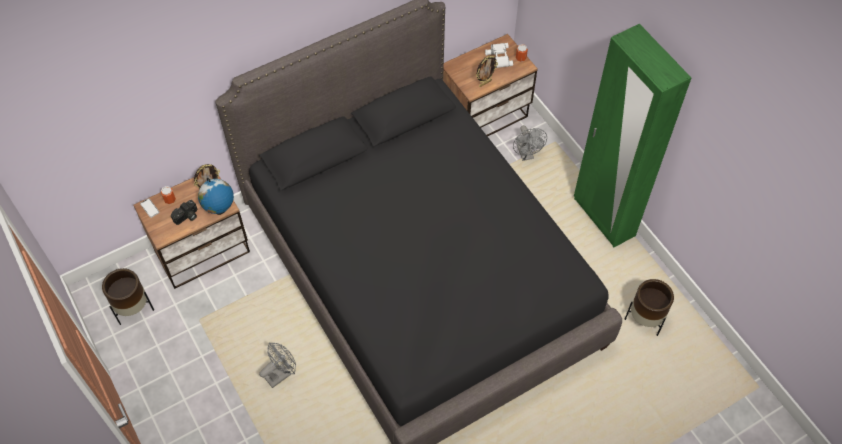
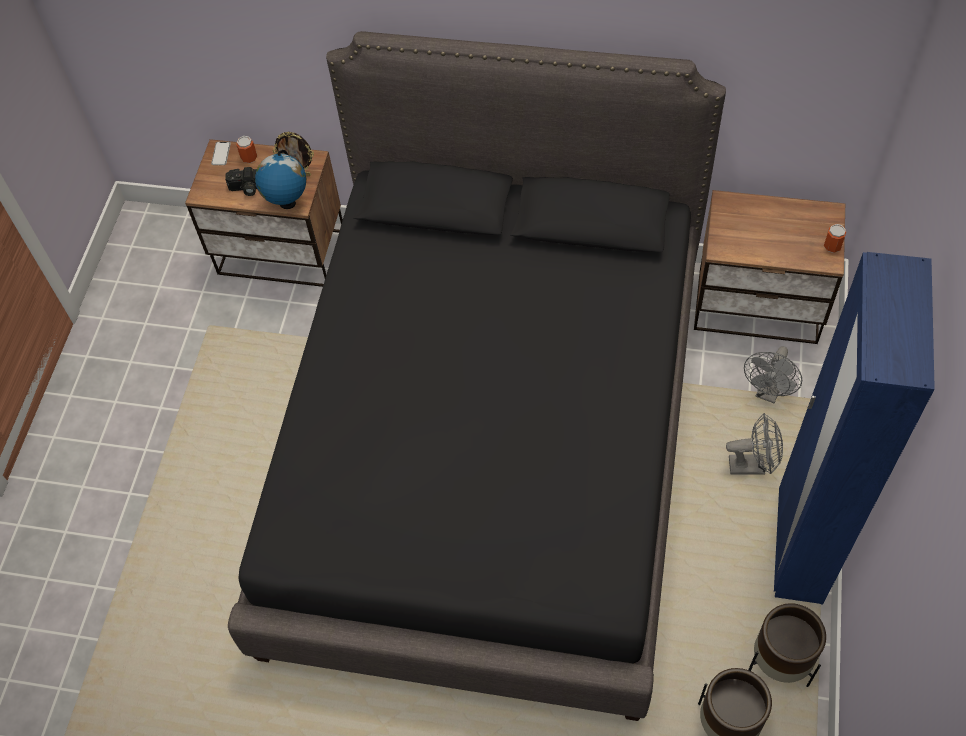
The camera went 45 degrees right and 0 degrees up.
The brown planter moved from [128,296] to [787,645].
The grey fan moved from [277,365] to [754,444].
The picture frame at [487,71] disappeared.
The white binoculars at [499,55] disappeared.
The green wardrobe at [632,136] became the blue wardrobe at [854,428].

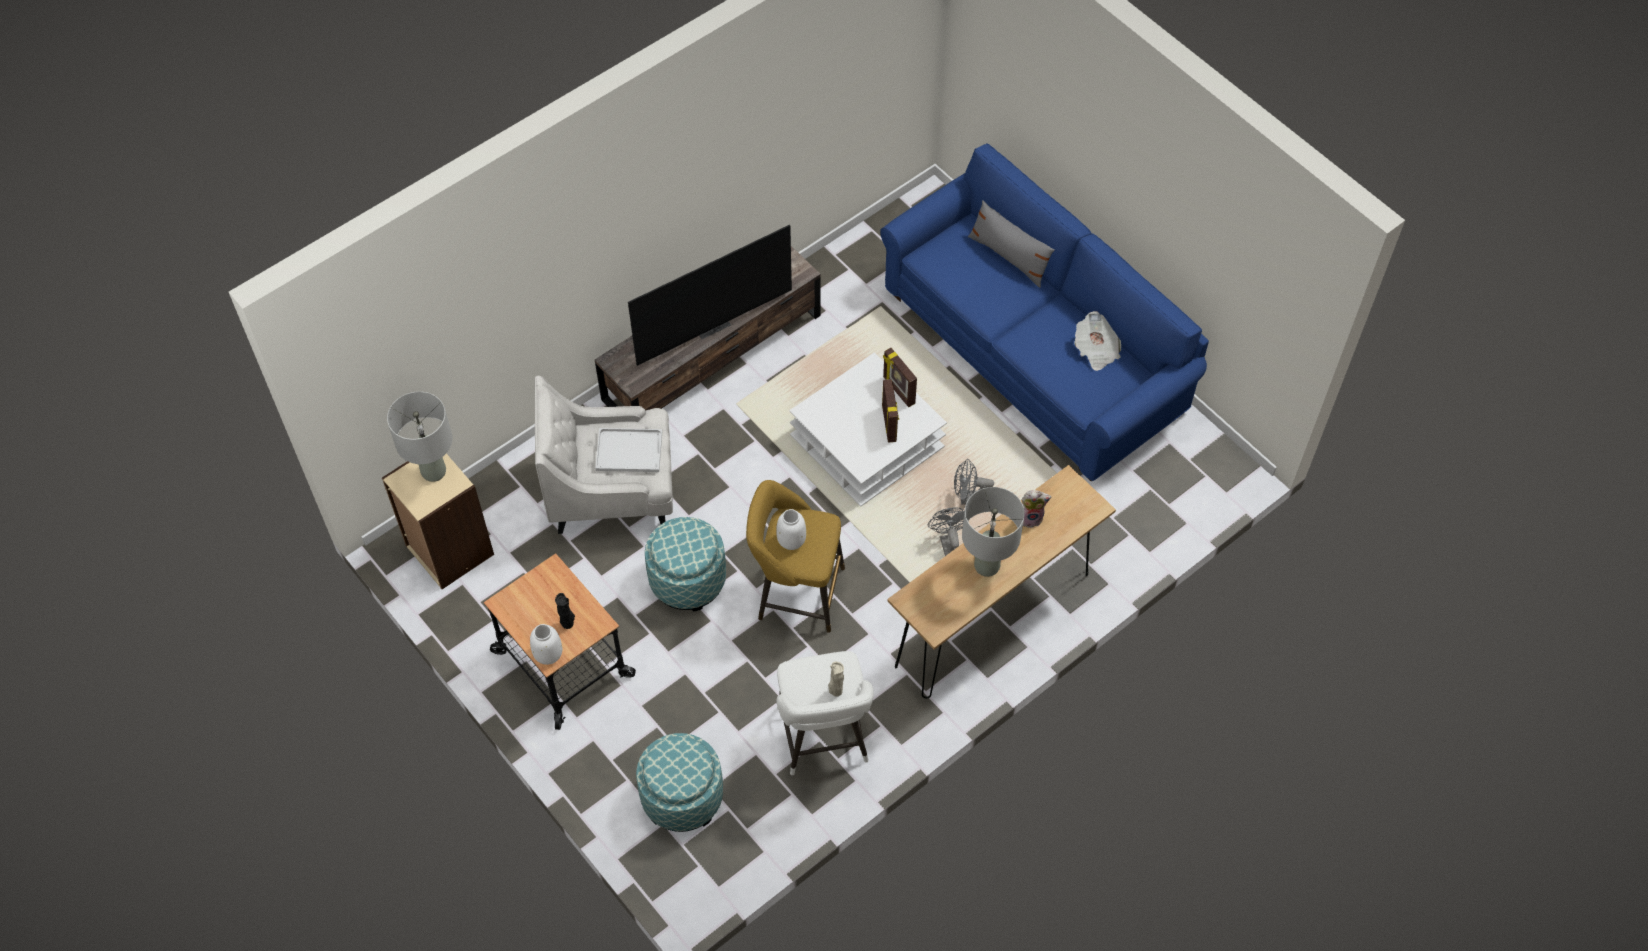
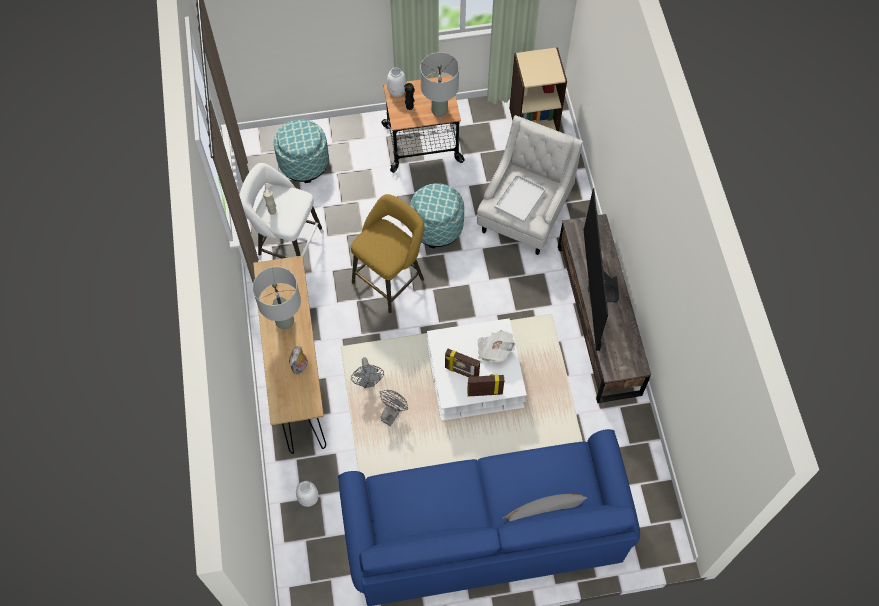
The camera went 120 degrees right and 5 degrees up.
The grey table lamp moved from [420,437] to [439,84].
The white vase moved from [791,529] to [307,494].
The grey fan at [946,531] turned 60 degrees clockwise.
The newspaper moved from [1097,341] to [496,346].

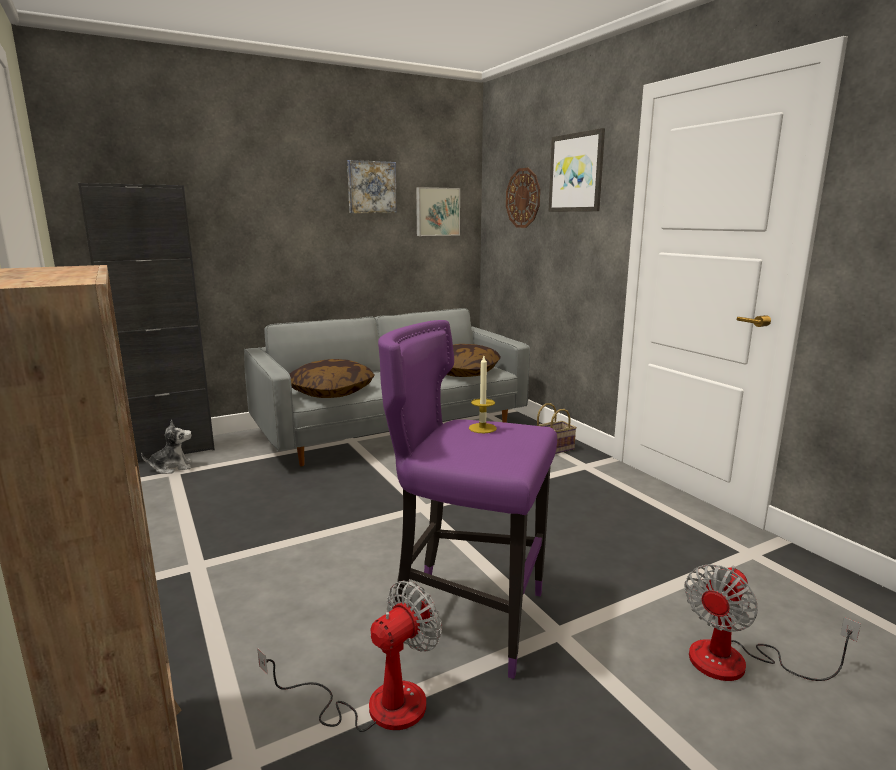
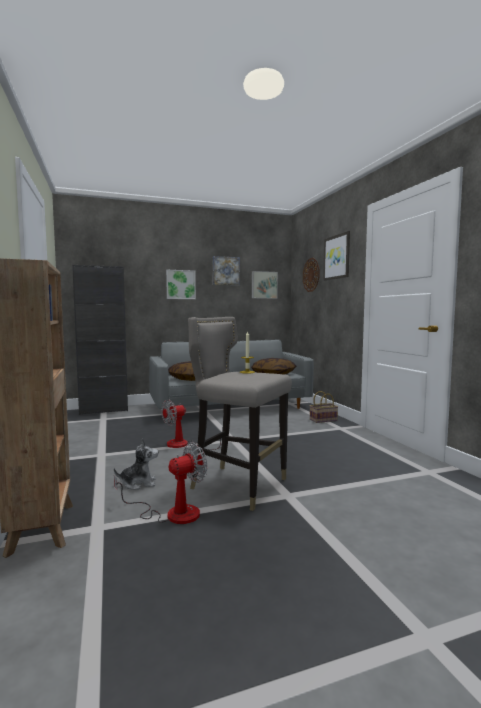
The camera went 10 degrees right and 10 degrees down.
The plush toy moved from [166,446] to [136,464].
The purple stool at [467,499] became the grey stool at [240,414].
The fan moved from [772,622] to [192,424].
The picture at [181,284] appeared.

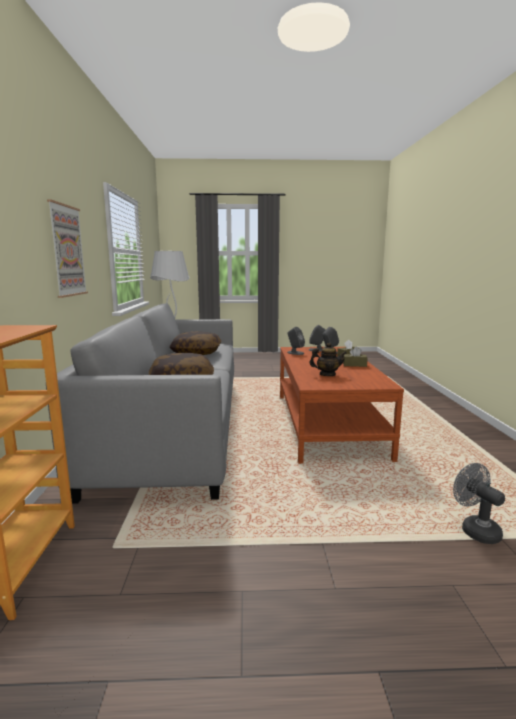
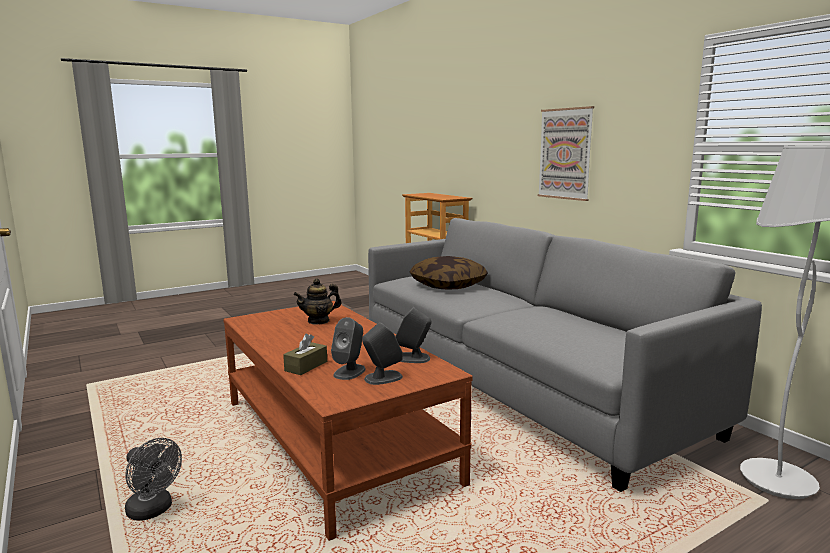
The camera went 150 degrees right and 0 degrees up.
The pillow at [195,343] disappeared.
The brown tissue box at [355,357] disappeared.
The grey fan moved from [479,503] to [153,479].

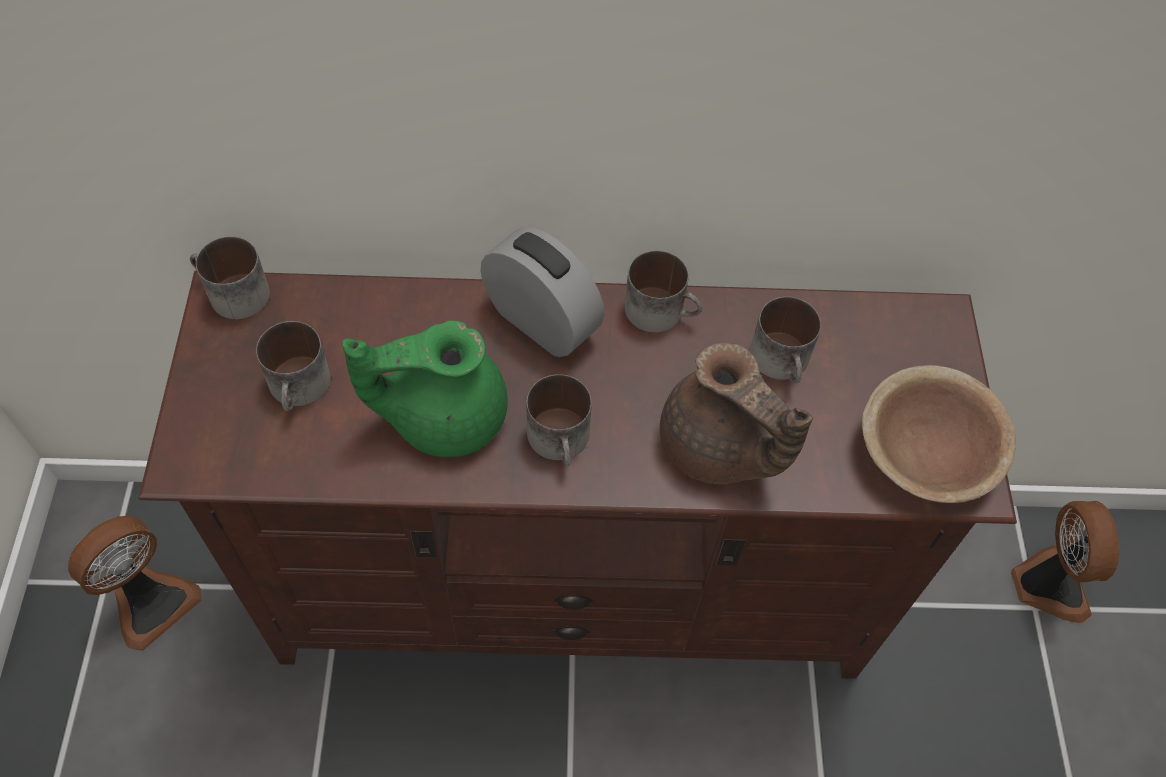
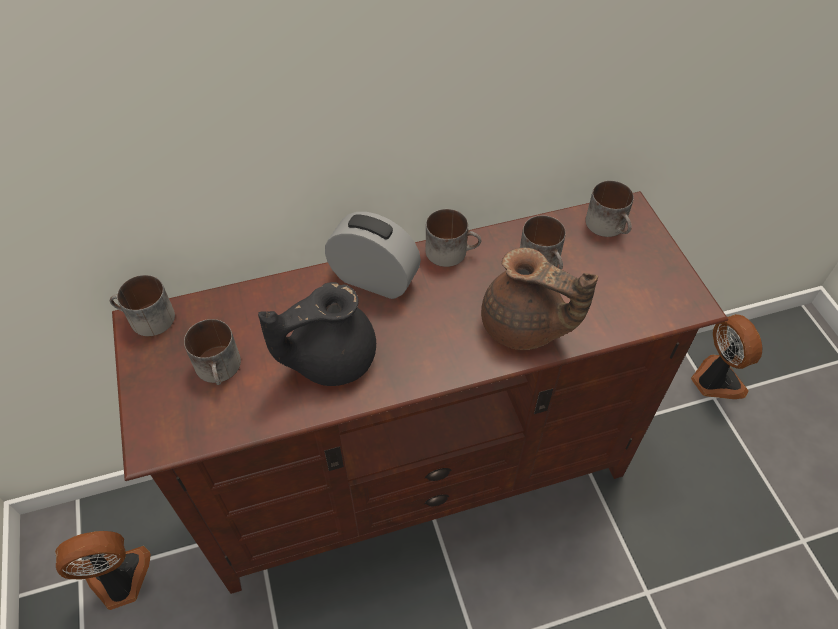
The camera went 15 degrees left and 5 degrees down.
The fan at [135,583] turned 135 degrees counterclockwise.
The green teapot at [425,389] became the black teapot at [317,334].
The mug moved from [559,420] to [609,209].
The brown bowl at [939,434] disappeared.

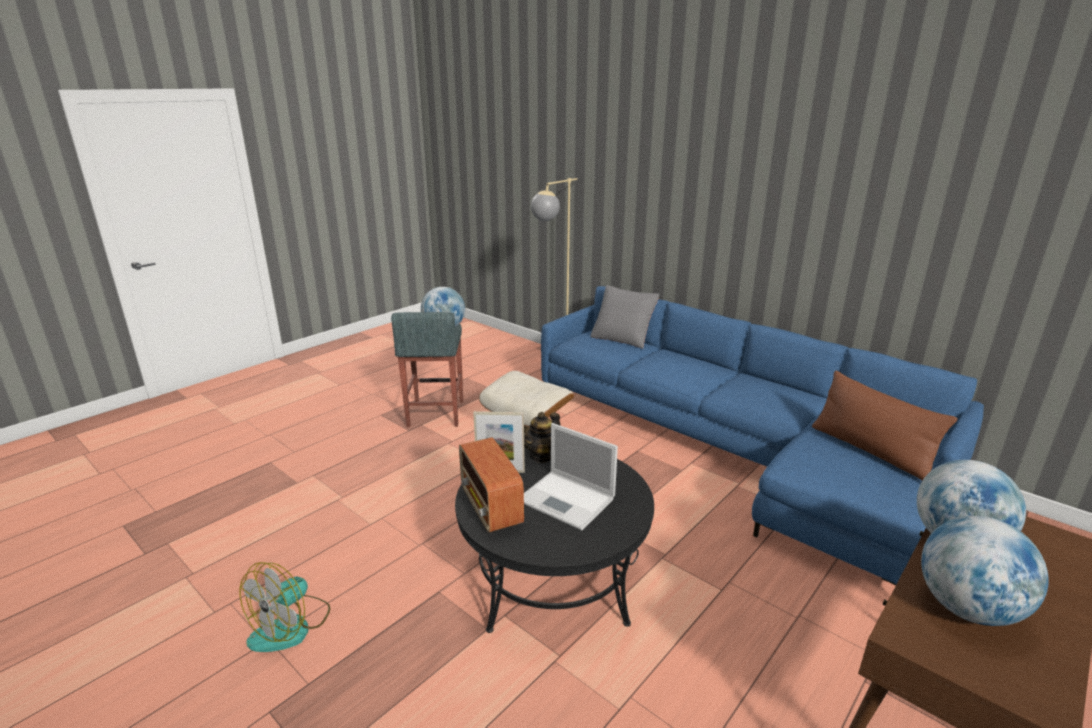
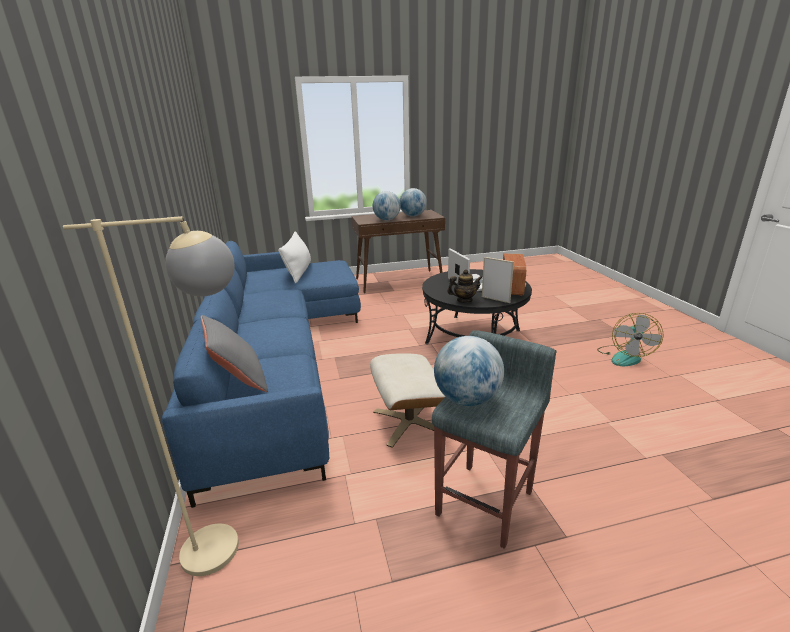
The camera went 145 degrees left and 0 degrees up.
The fan at [285,607] turned 135 degrees clockwise.
The brown pillow at [885,425] became the white pillow at [294,257].

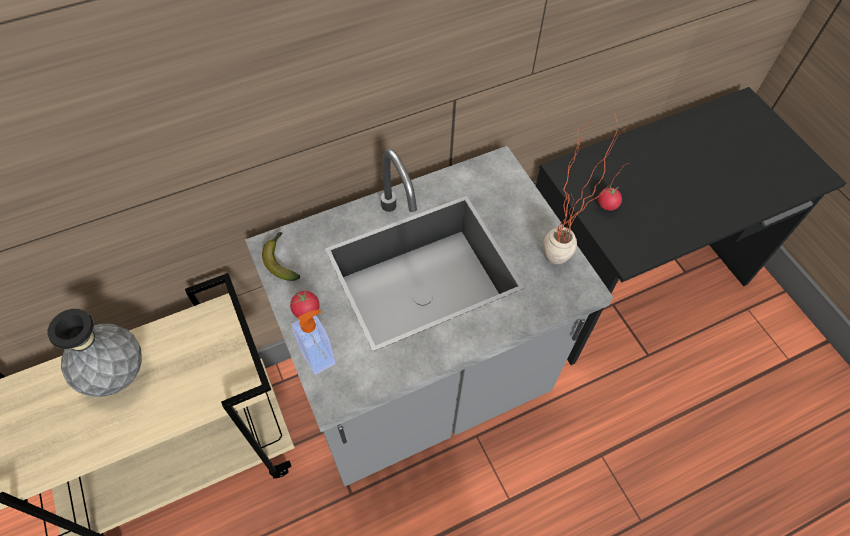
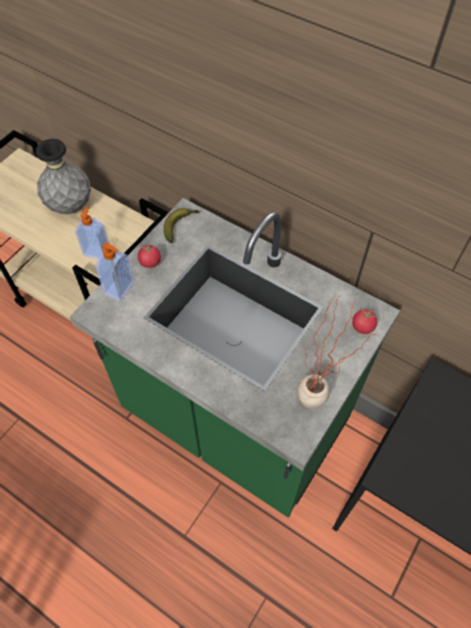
The camera went 60 degrees right and 0 degrees up.
The grey counter at [429,316] became the green counter at [235,357].
The tomato moved from [610,198] to [365,321].
The soap dispenser at [92,232] appeared.

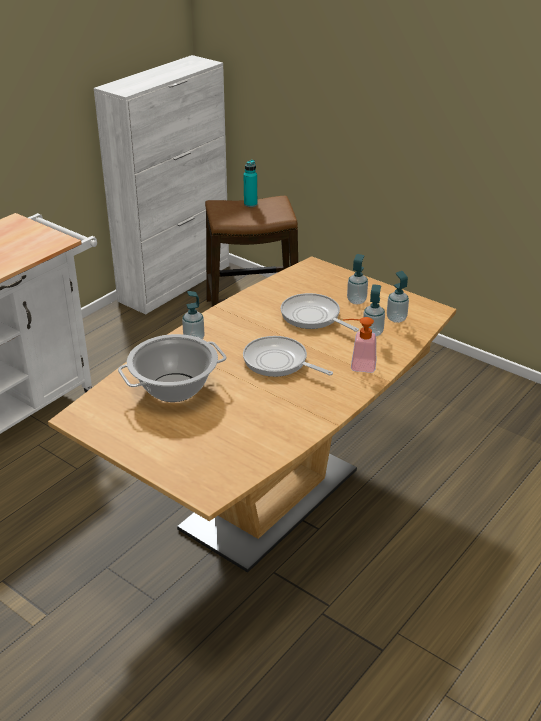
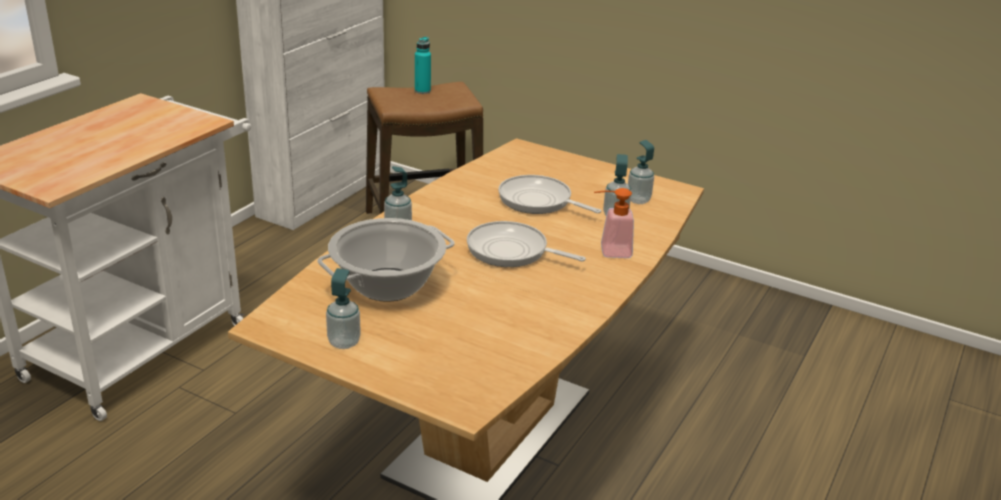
The camera went 10 degrees left and 5 degrees down.
The soap dispenser moved from [357,279] to [343,308].

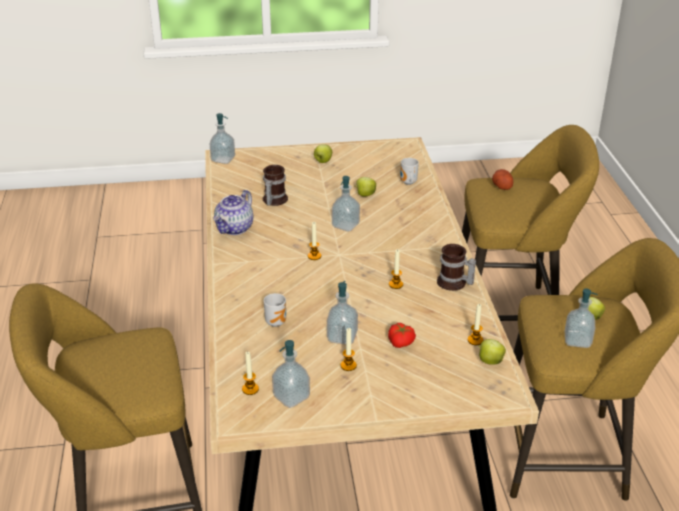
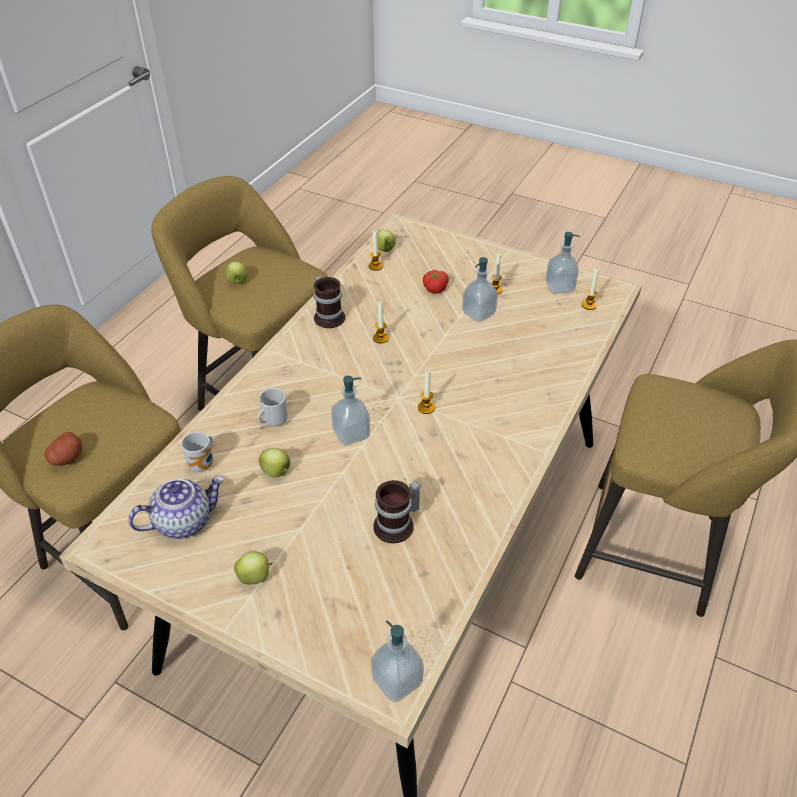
The camera went 145 degrees left and 10 degrees up.
The teapot moved from [233,212] to [176,507].
The mug moved from [275,310] to [273,407].
The soap dispenser at [581,318] disappeared.

